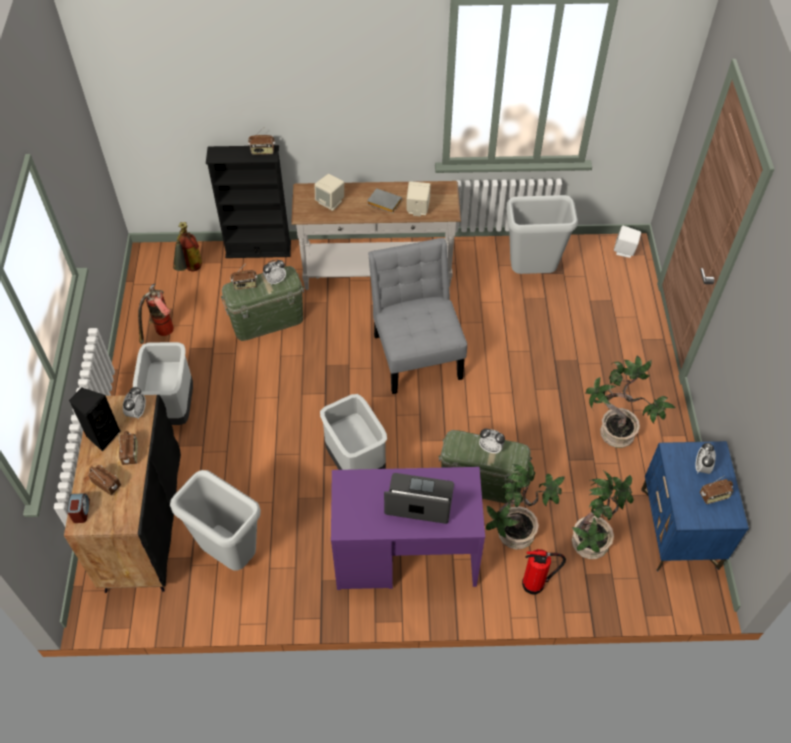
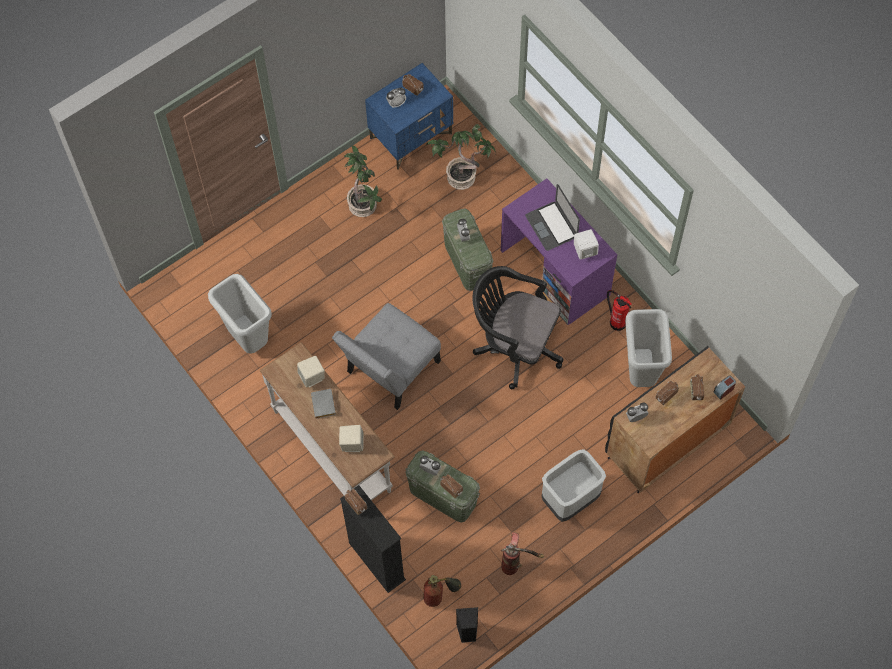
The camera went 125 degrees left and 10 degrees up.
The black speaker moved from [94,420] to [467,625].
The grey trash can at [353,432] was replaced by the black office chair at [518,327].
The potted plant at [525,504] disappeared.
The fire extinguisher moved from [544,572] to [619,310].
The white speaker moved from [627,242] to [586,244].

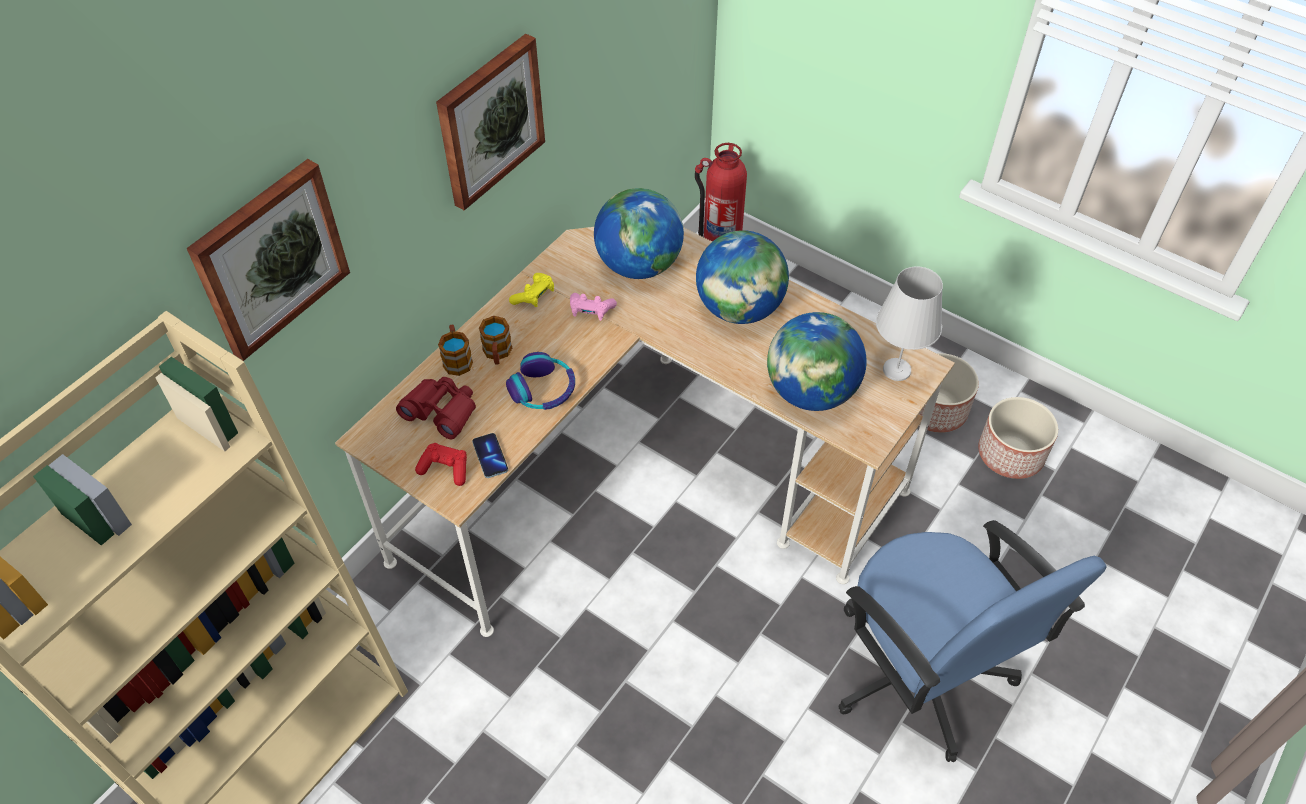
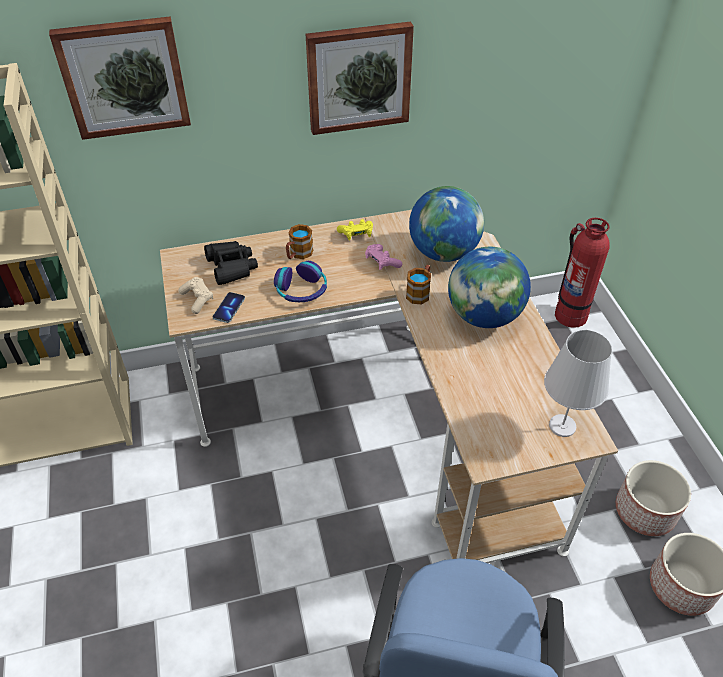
The camera went 40 degrees right and 5 degrees down.
The red binoculars at [436,408] became the black binoculars at [231,263].
The red game controller at [441,464] became the beige game controller at [195,295].
The mug moved from [455,350] to [418,284].
The globe at [817,361] disappeared.

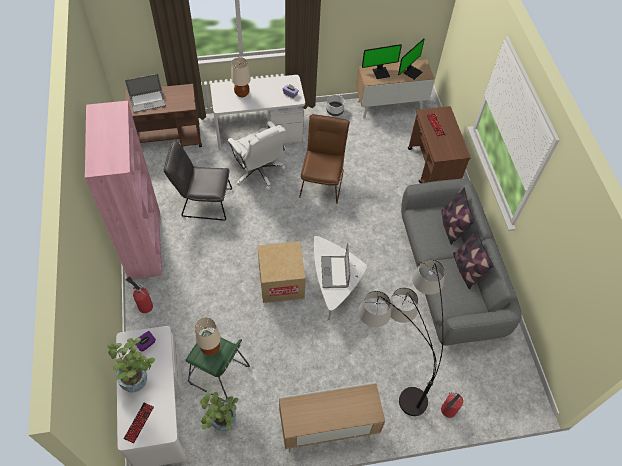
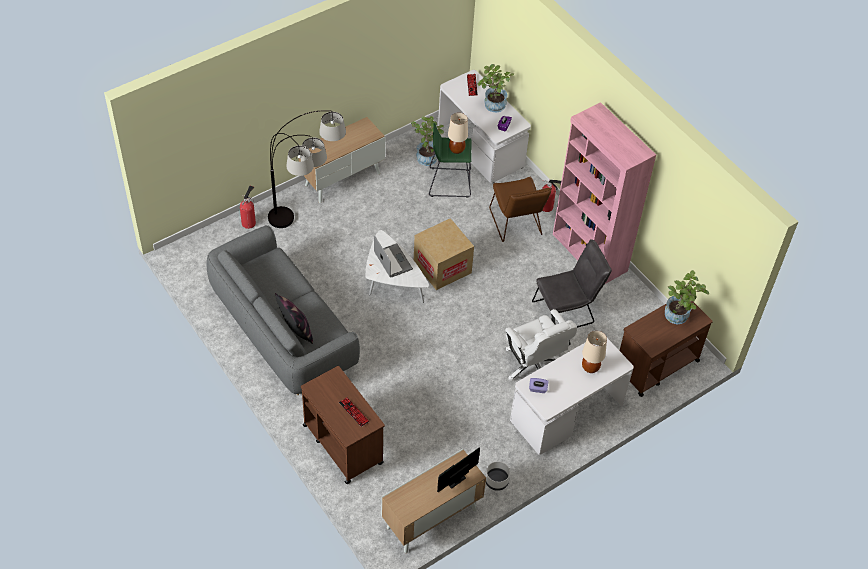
The camera went 155 degrees right and 5 degrees down.
The laptop at [145,93] was replaced by the potted plant at [687,297].
The white office chair at [257,155] turned 150 degrees counterclockwise.
The brown chair moved from [324,159] to [520,209].
The monitor at [411,59] disappeared.
The pillow at [473,259] disappeared.

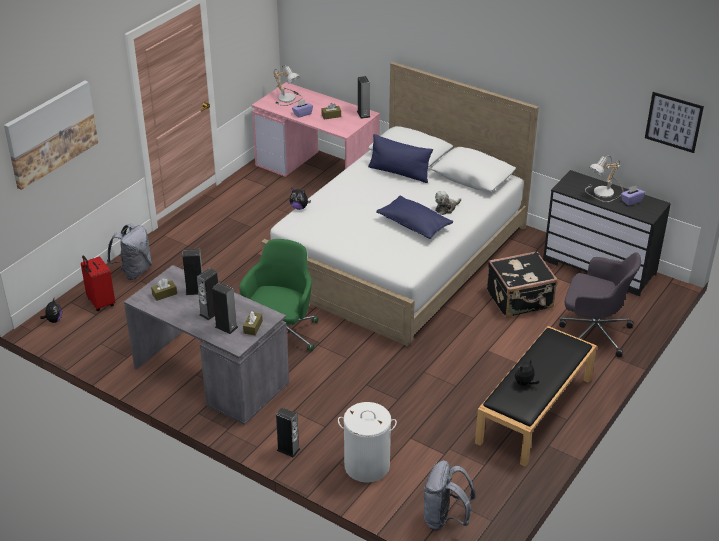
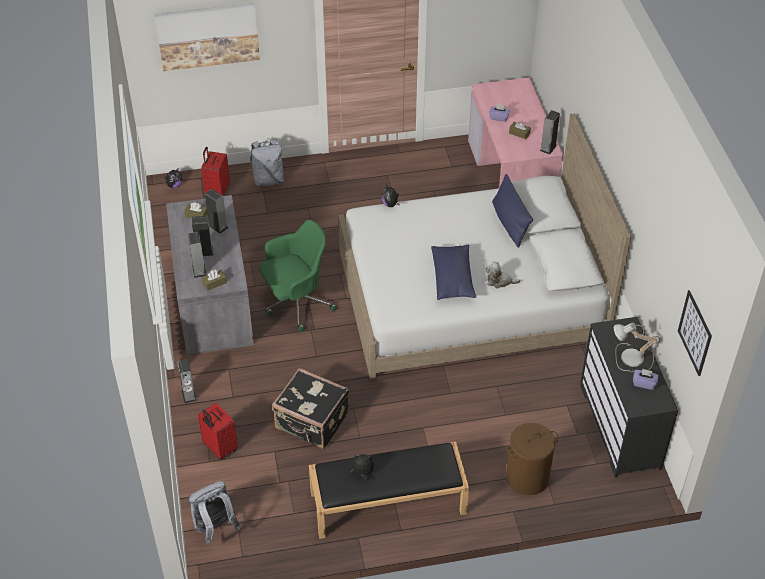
The camera went 45 degrees right and 10 degrees up.
The table lamp at [288,85] disappeared.
The white laundry basket at [367,442] was replaced by the red suitcase at [218,431].
The black suitcase moved from [522,284] to [310,408].
The grey office chair at [600,304] was replaced by the brown laundry basket at [532,459].

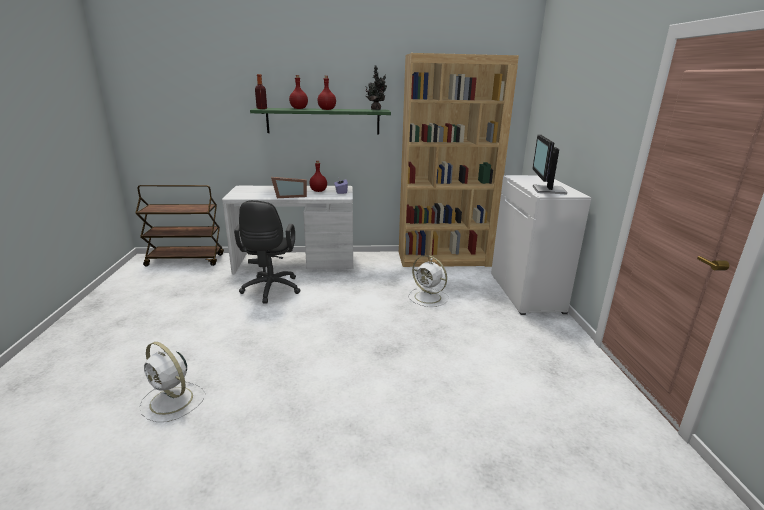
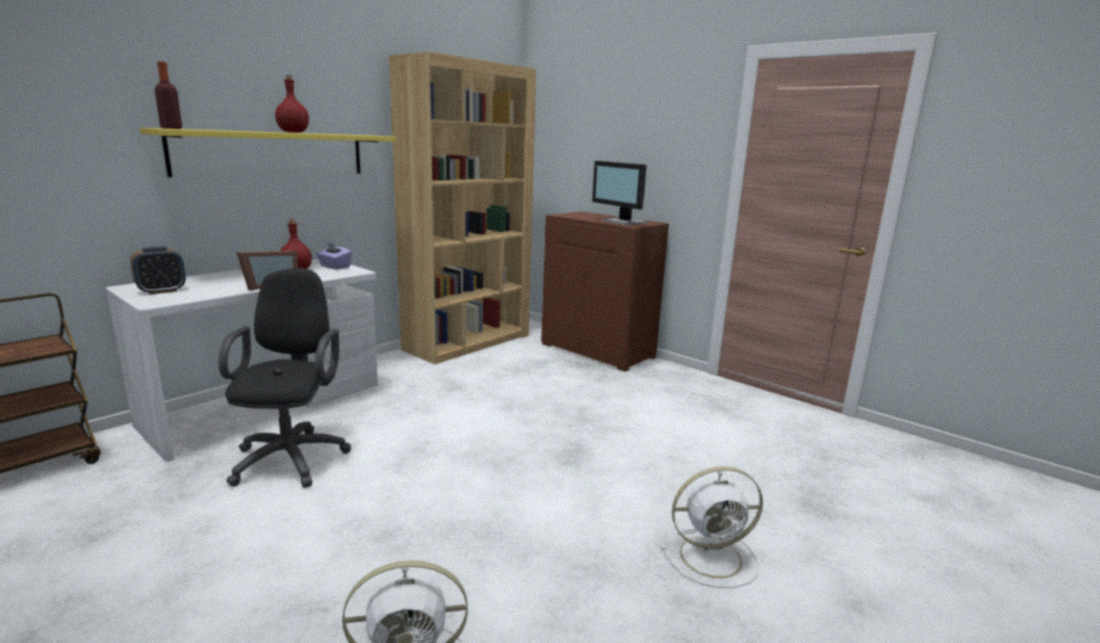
The camera went 45 degrees left and 5 degrees down.
The black office chair at [267,252] turned 135 degrees counterclockwise.
The green shelf at [320,121] became the yellow shelf at [268,152].
The red bottle at [298,92] disappeared.
The potted plant at [376,87] disappeared.
The white fan moved from [428,281] to [712,527].
The white cabinet at [541,245] became the brown cabinet at [605,291].
The alarm clock at [158,270] appeared.

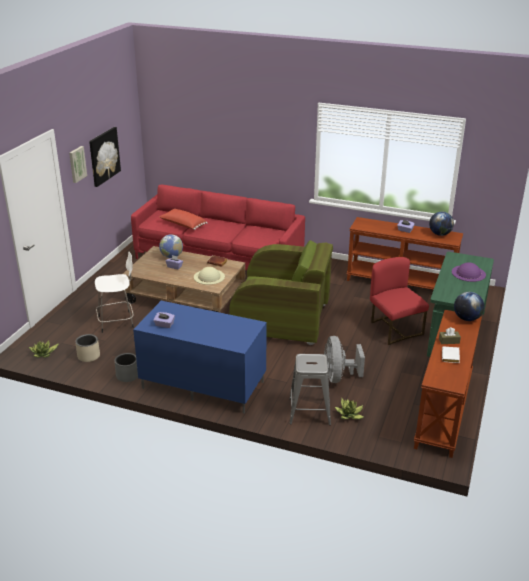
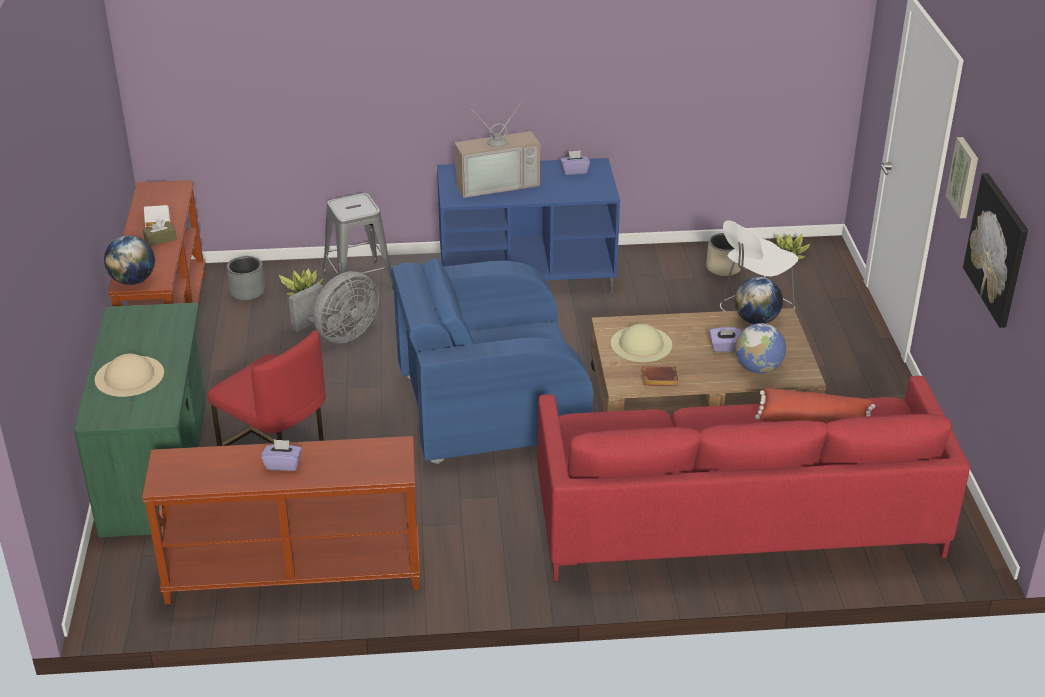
The camera went 155 degrees right and 5 degrees up.
The grey planter moved from [126,367] to [245,278].
The green armchair at [281,292] became the blue armchair at [492,361].
The grey fan at [344,359] turned 75 degrees clockwise.
The globe moved from [441,224] to [759,300].
The purple hat at [469,272] became the beige hat at [129,375].
The television at [497,150] appeared.

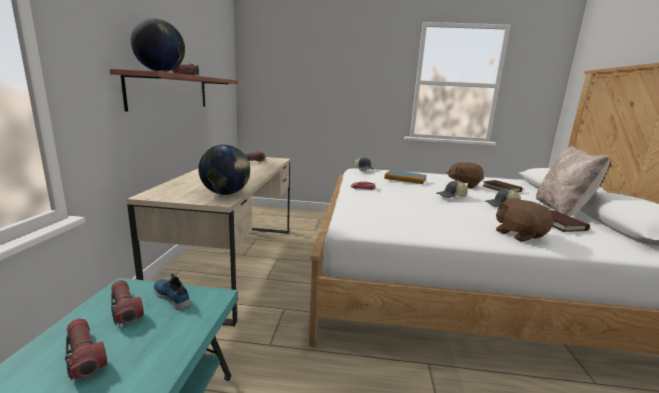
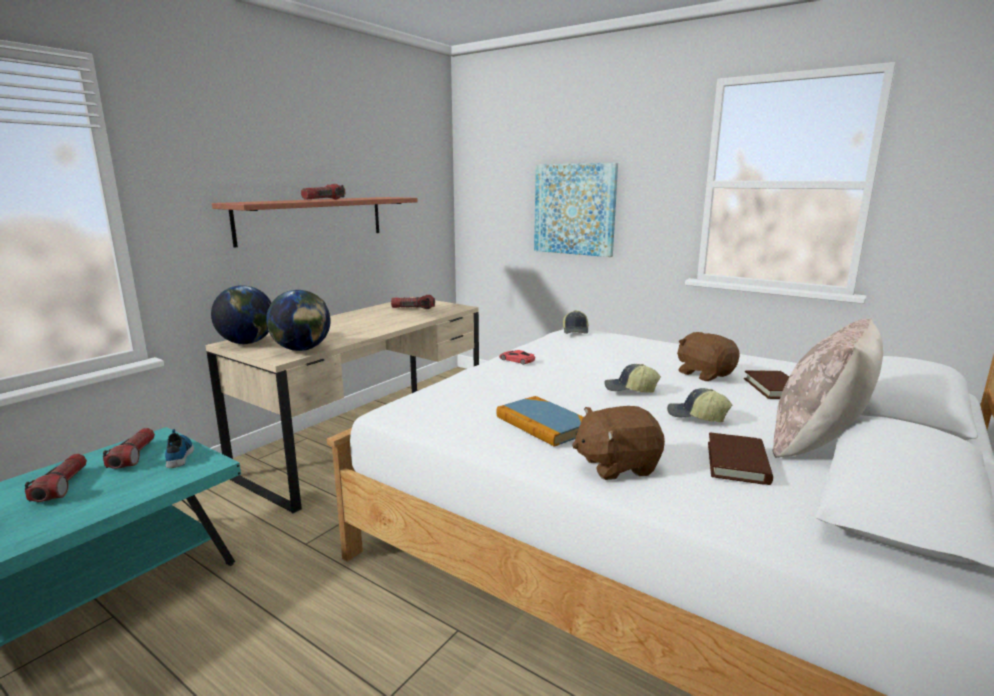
The camera went 30 degrees right and 0 degrees up.
The globe moved from [158,45] to [241,314].
The book moved from [405,177] to [539,421].
The brown plush toy at [524,219] turned 105 degrees counterclockwise.
The picture at [576,210] appeared.

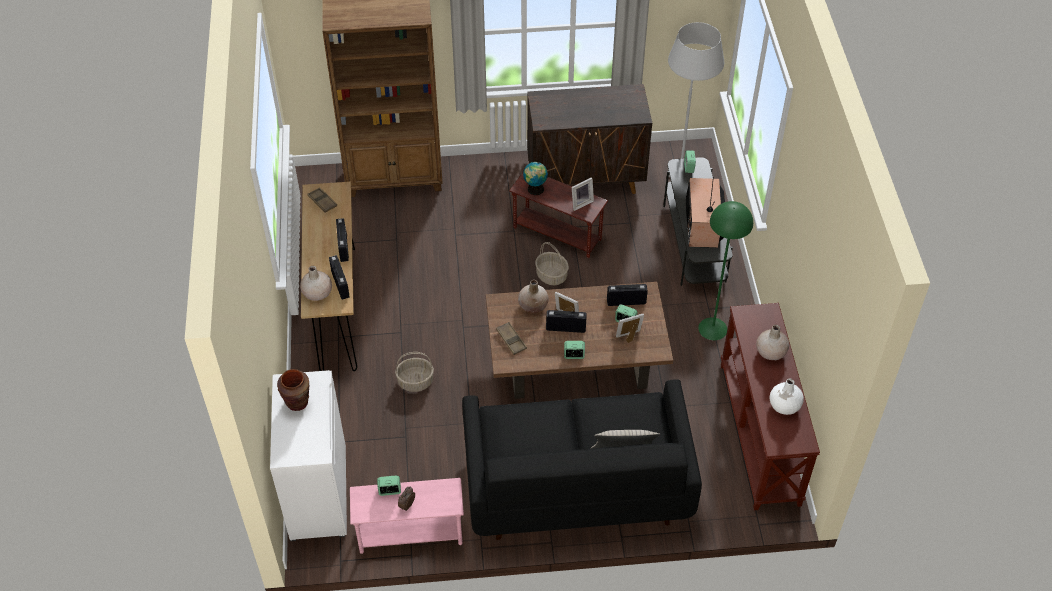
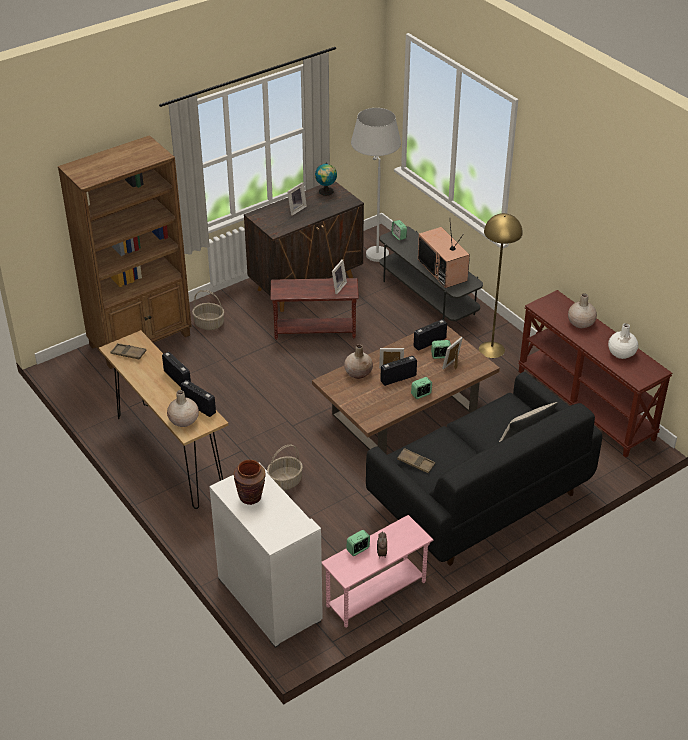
The camera went 30 degrees left and 10 degrees down.
The brown tray moved from [511,338] to [416,461].
The globe moved from [535,178] to [326,179].
The basket moved from [552,263] to [208,310].
The green floor lamp at [725,270] became the yellow floor lamp at [501,285].
The picture frame at [297,199] appeared.

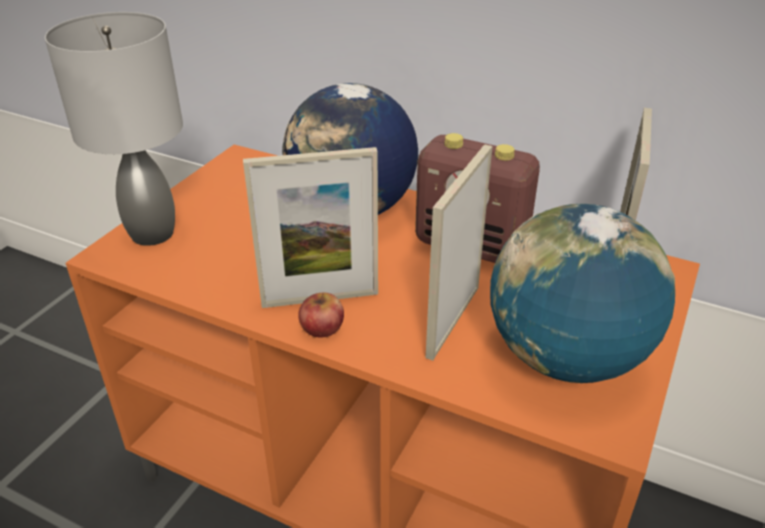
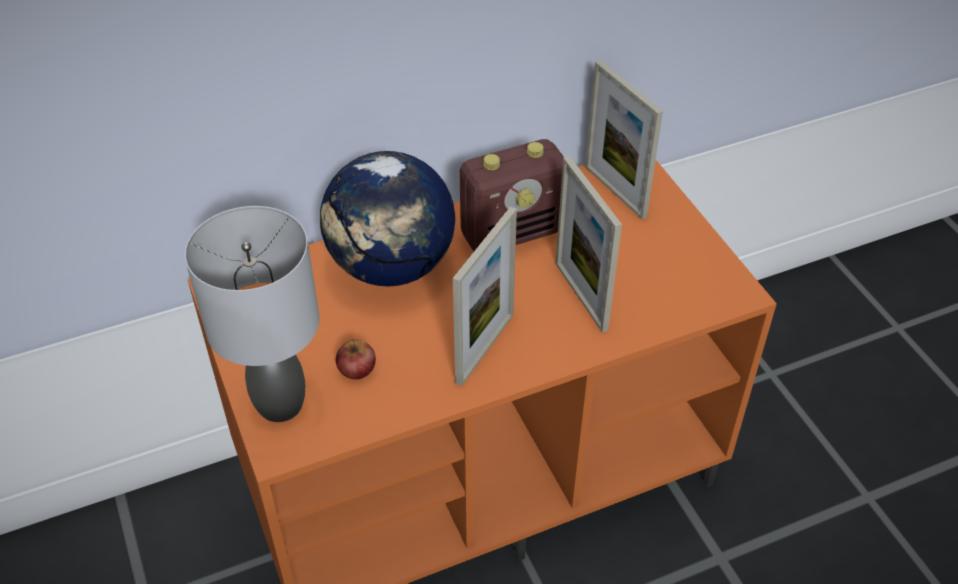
The camera went 50 degrees left and 10 degrees up.
The apple moved from [321,315] to [356,359].
The globe at [582,293] disappeared.

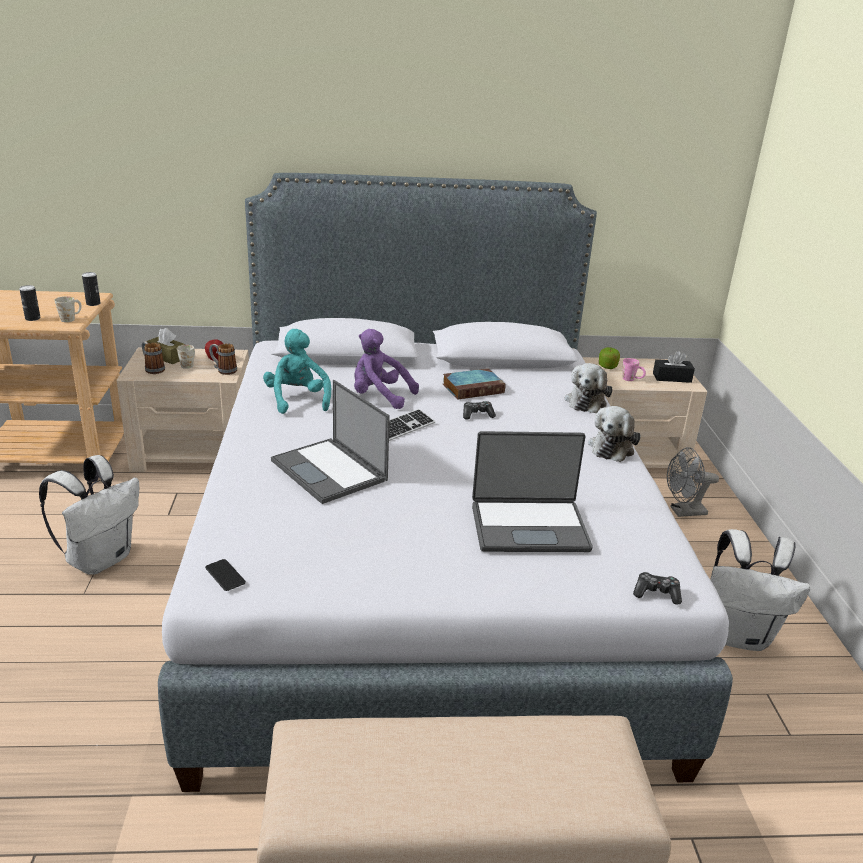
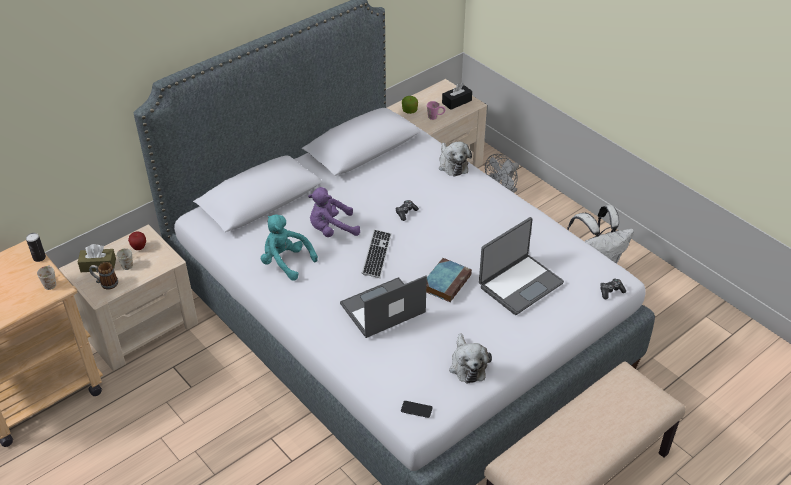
The camera went 35 degrees left and 15 degrees up.
The can at [30,303] disappeared.
The white backpack at [89,515] disappeared.
The mug at [223,359] disappeared.
The laptop at [330,442] turned 135 degrees clockwise.
The book moved from [474,383] to [449,280].
The plush toy moved from [614,434] to [470,358].

